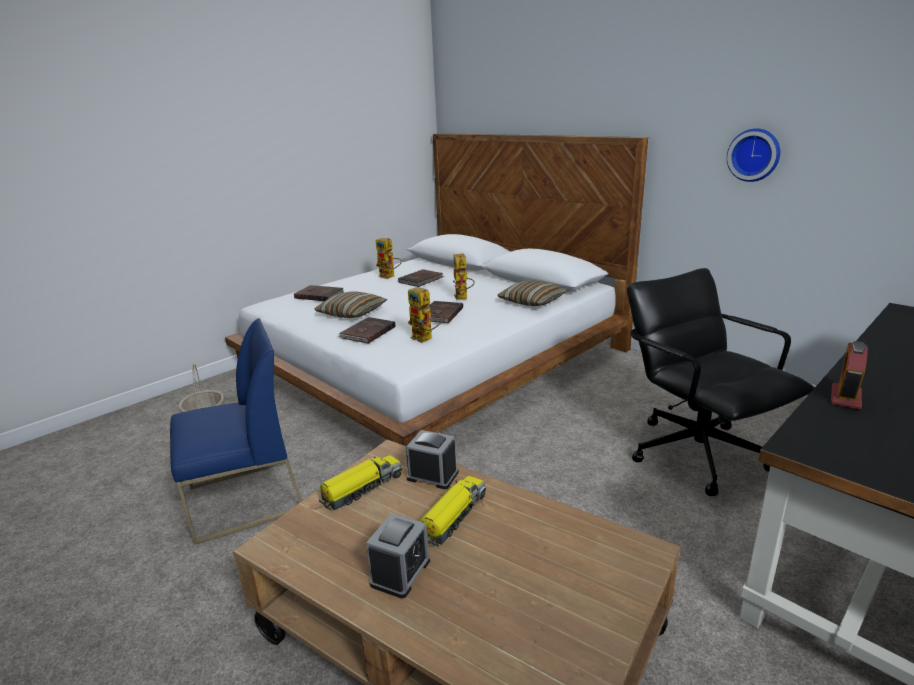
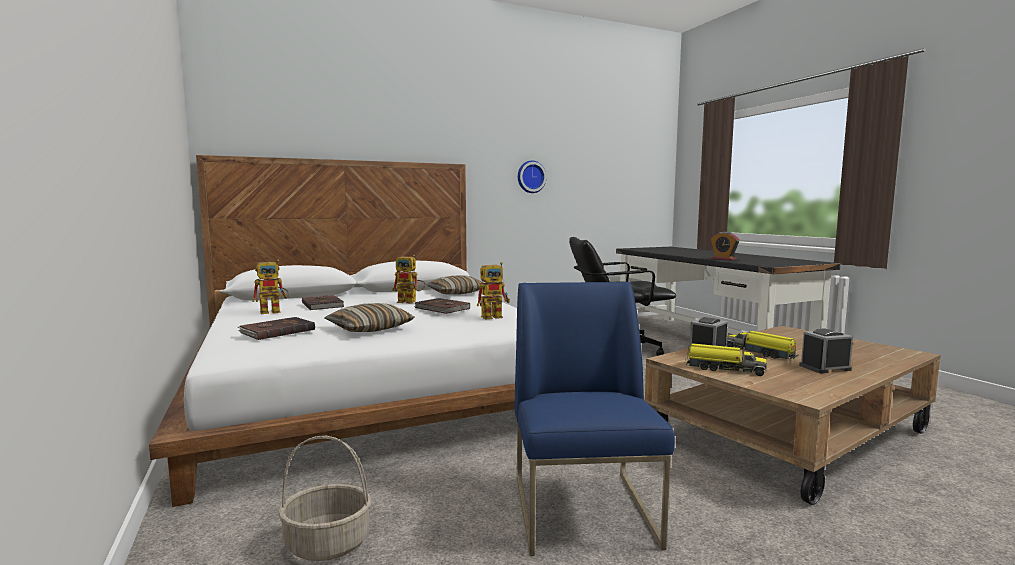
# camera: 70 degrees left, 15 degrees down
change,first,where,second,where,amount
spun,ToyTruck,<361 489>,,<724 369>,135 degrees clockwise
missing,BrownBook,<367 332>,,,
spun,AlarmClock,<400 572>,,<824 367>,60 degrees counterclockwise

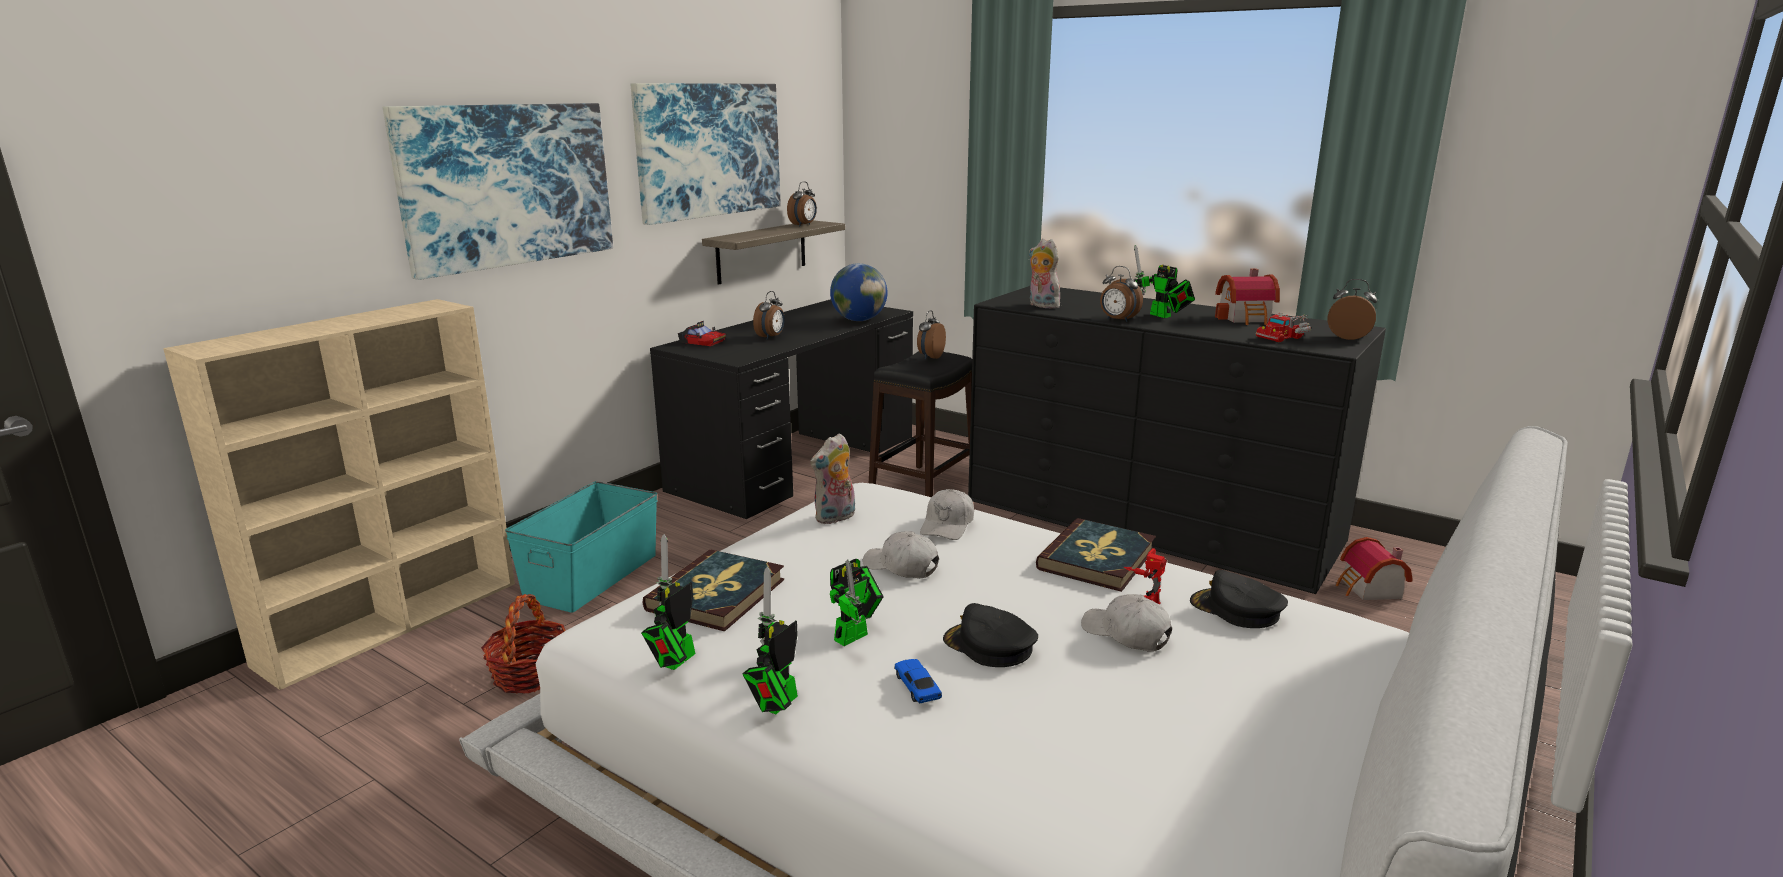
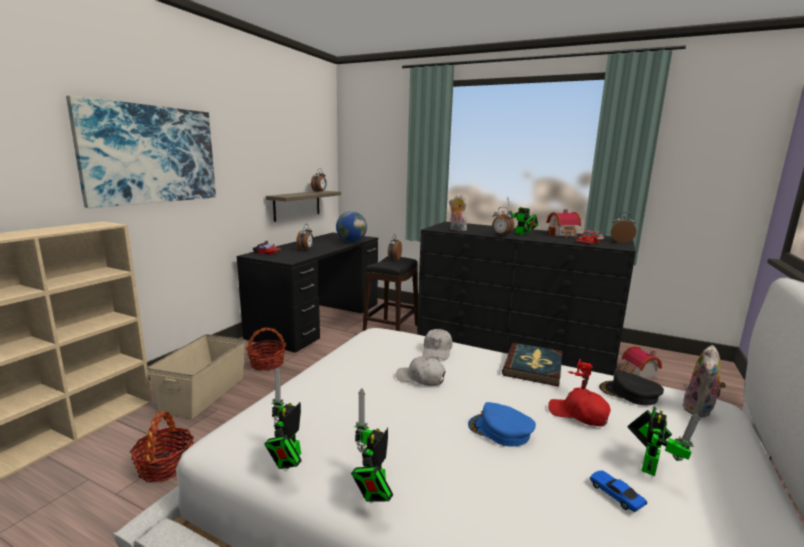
# camera: 10 degrees left, 5 degrees down
change,first,where,second,where,amount
colour,TurquoiseStorageBox,<591 576>,BeigeStorageBox,<203 393>,
missing,Picture,<709 150>,,,
missing,Book,<717 595>,,,
relocated,PlushToy,<835 518>,,<700 410>,
relocated,ToyRobot,<855 635>,,<650 464>,
relocated,ToyCar,<917 687>,,<615 495>,
colour,BlackCap,<989 646>,BlueCap,<500 430>,
colour,WhiteCap,<1126 634>,RedCap,<578 415>,
appeared,,,Basket,<267 363>,

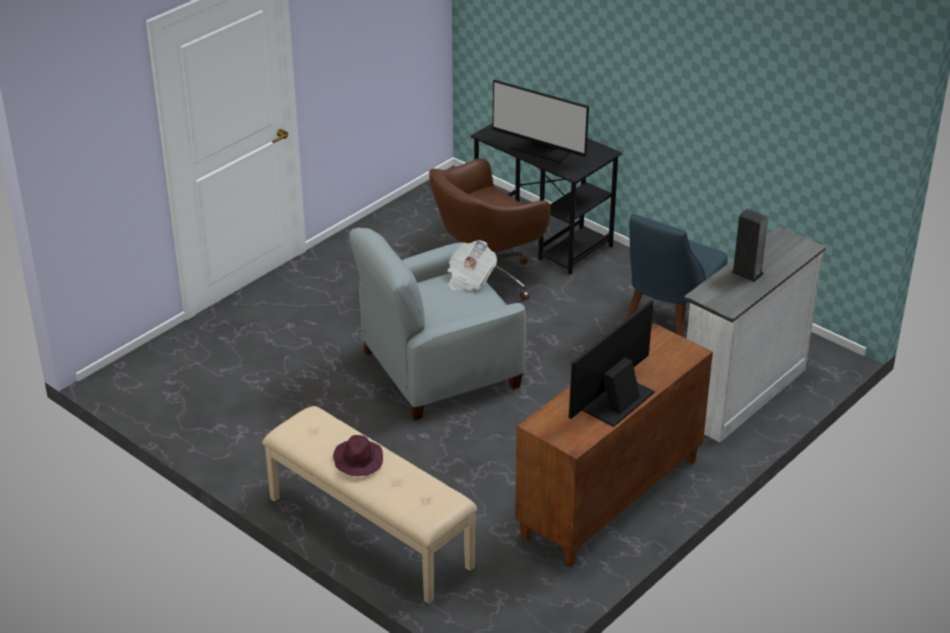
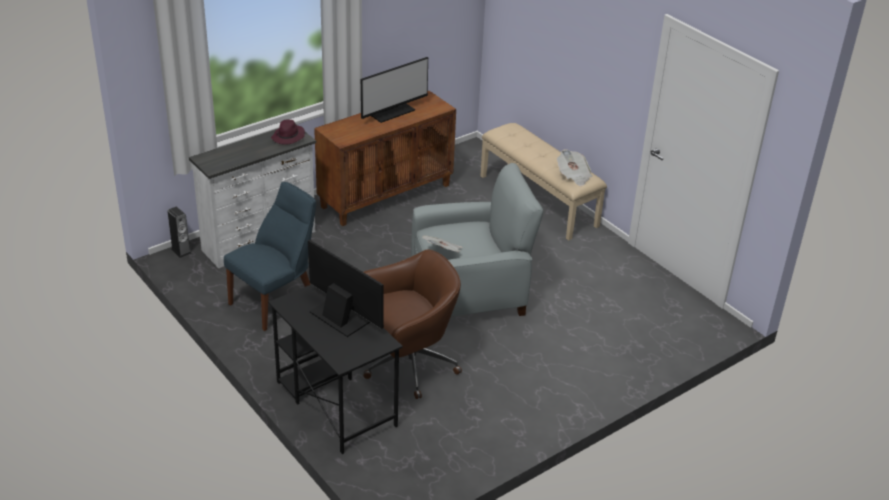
# camera: 170 degrees left, 0 degrees up
change,first,where,second,where,amount
relocated,PurpleHat,<358 460>,,<288 137>,
relocated,Speaker,<747 273>,,<181 251>,
appeared,,,Newspaper,<573 176>,

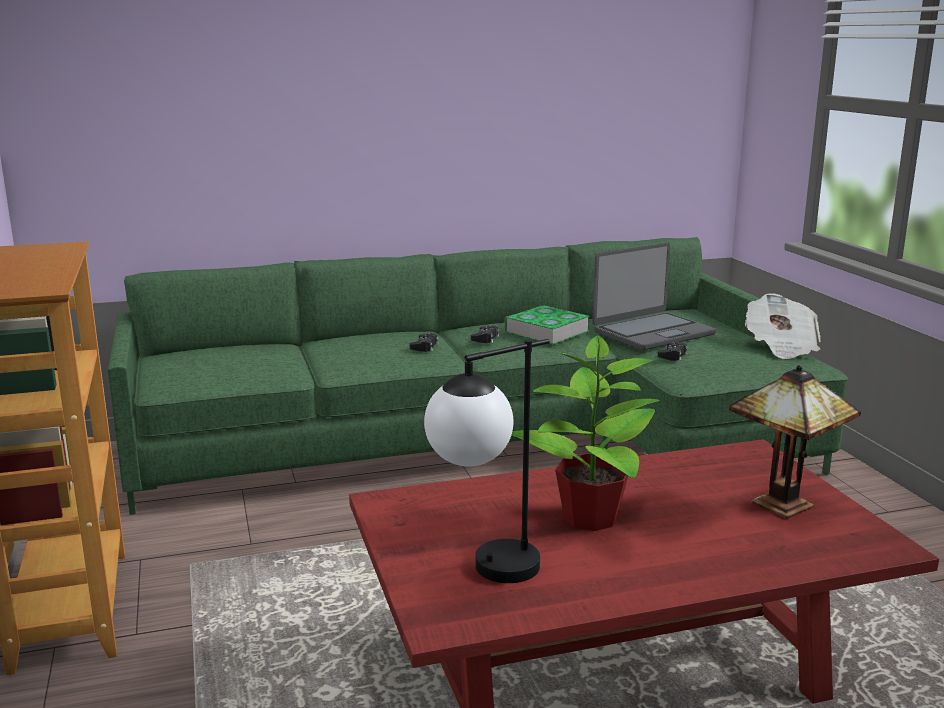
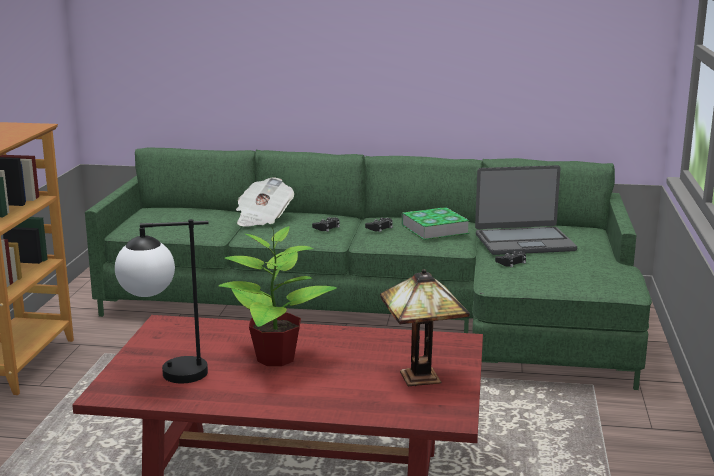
# camera: 25 degrees right, 0 degrees up
change,first,where,second,where,amount
relocated,Newspaper,<781 347>,,<262 218>,

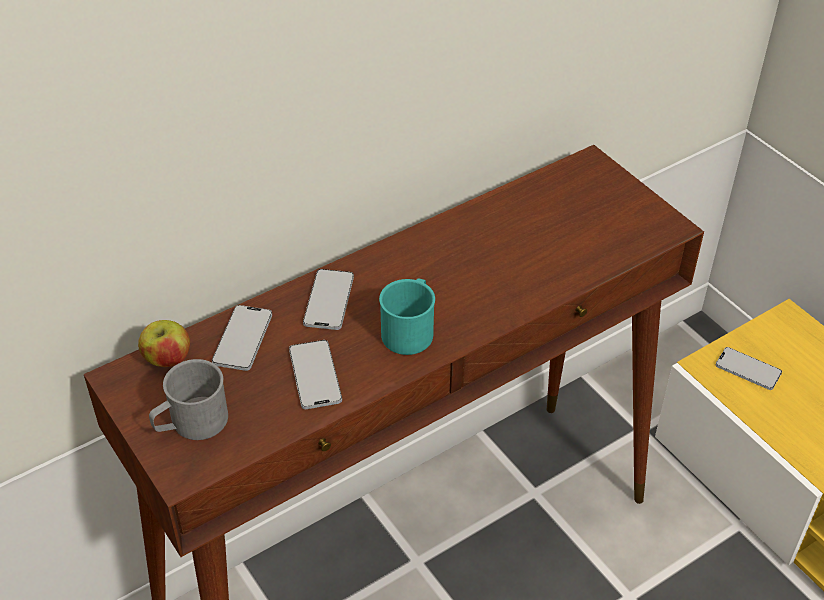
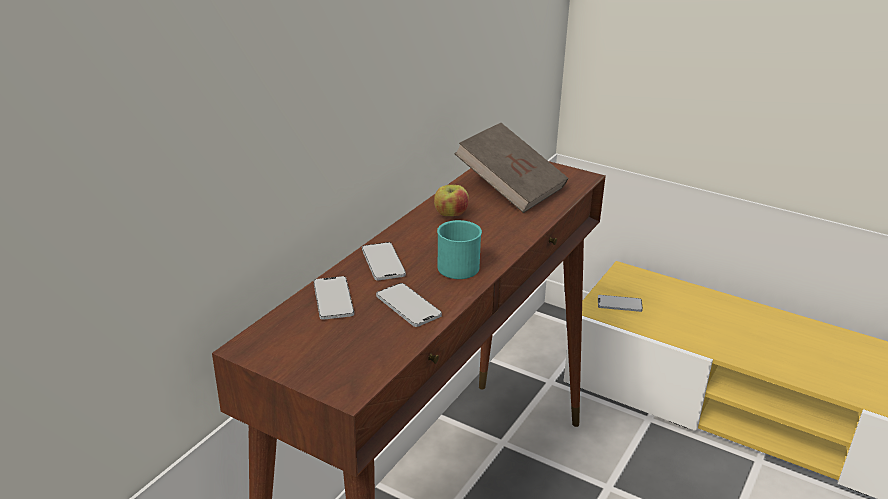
# camera: 25 degrees left, 15 degrees down
change,first,where,second,where,amount
relocated,Apple,<168 359>,,<451 215>,
missing,GreyMug,<191 423>,,,
appeared,,,BrownBook,<510 188>,

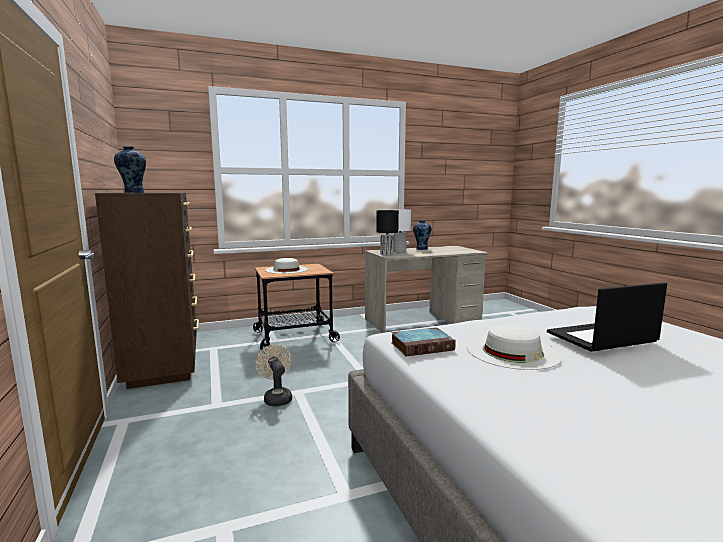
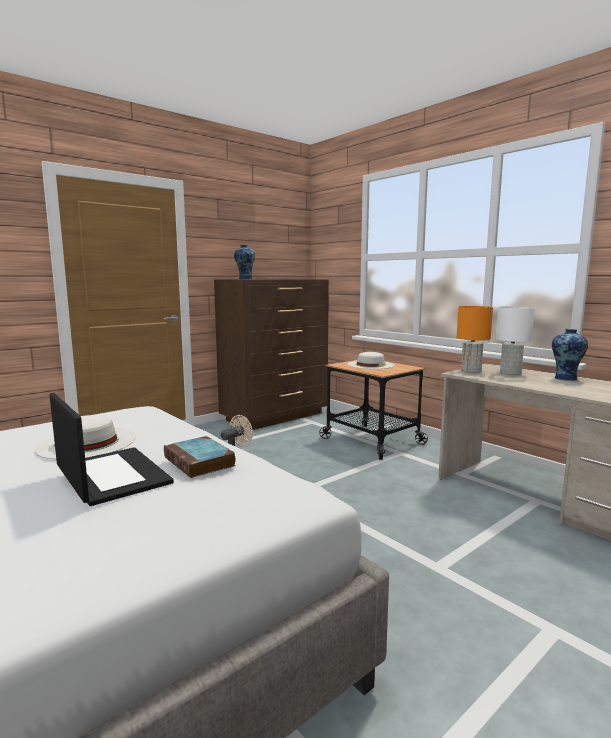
# camera: 70 degrees right, 0 degrees up
change,first,where,second,where,amount
colour,BlackTableLamp,<386 254>,OrangeTableLamp,<471 371>,
relocated,Book,<423 346>,,<200 462>,

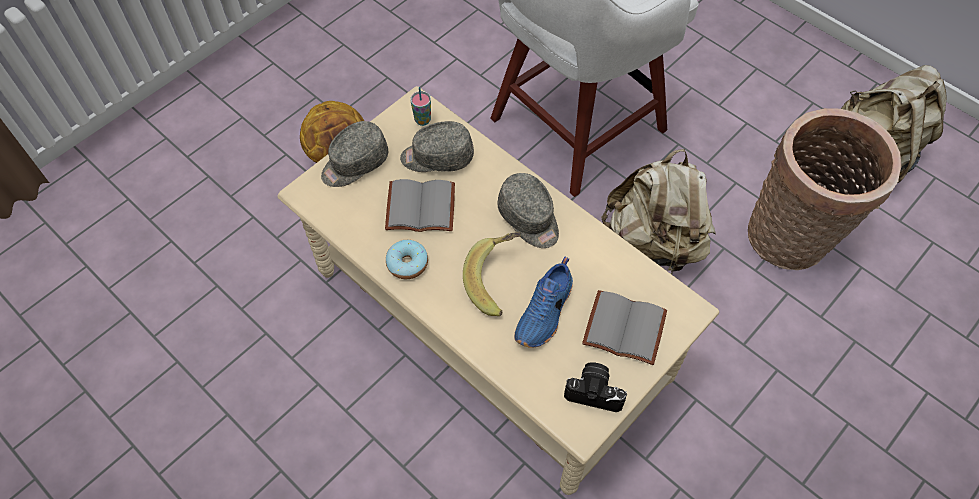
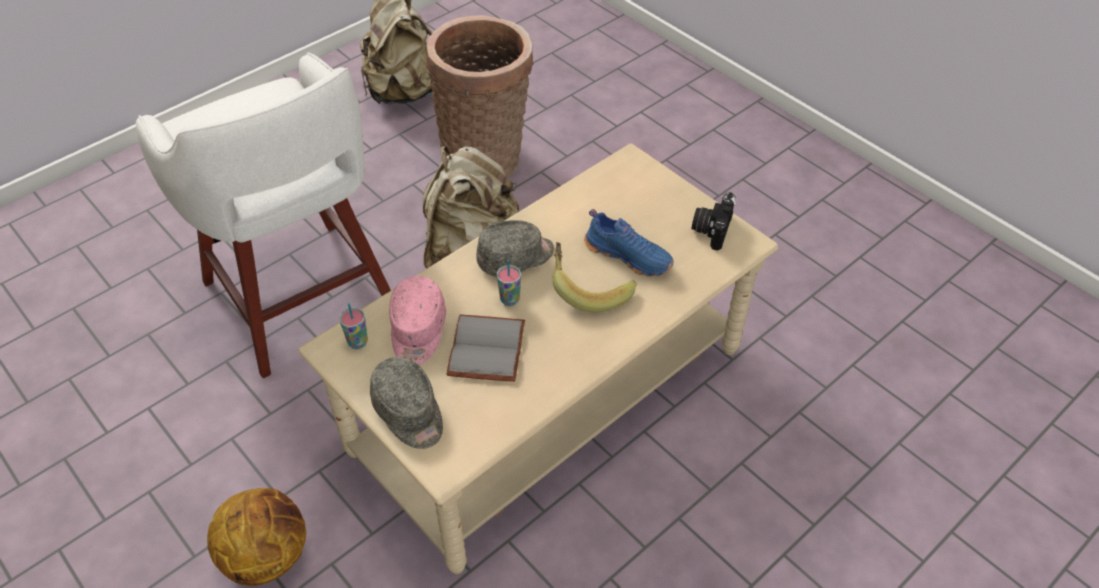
# camera: 85 degrees left, 10 degrees down
change,first,where,second,where,amount
missing,Donut,<407 264>,,,
colour,GreyCap,<437 157>,PinkCap,<417 331>,
missing,GreyBook,<622 330>,,,
appeared,,,Cup,<510 300>,

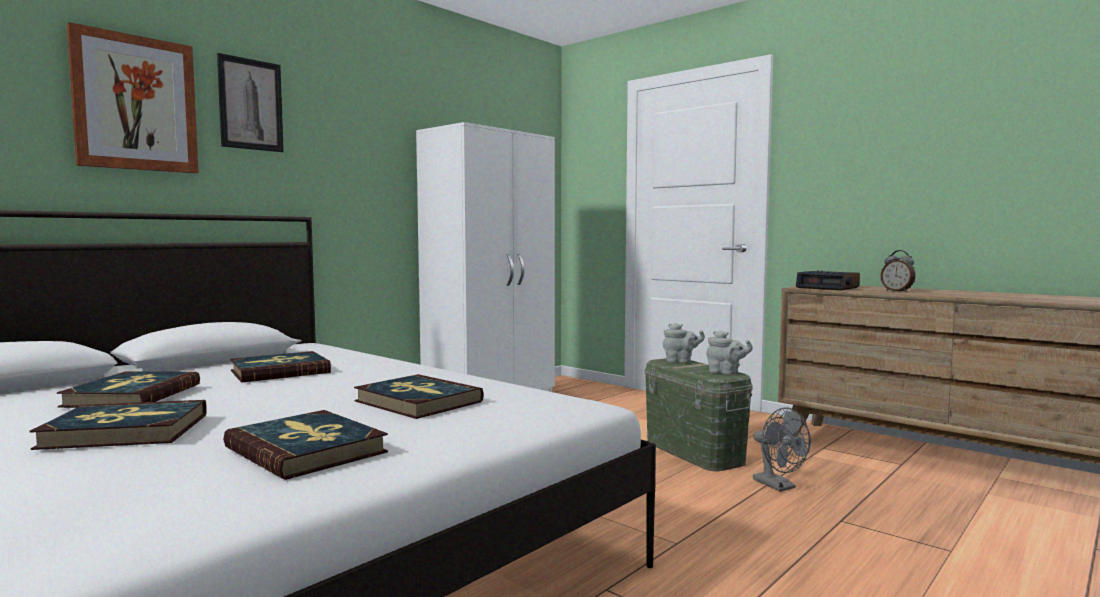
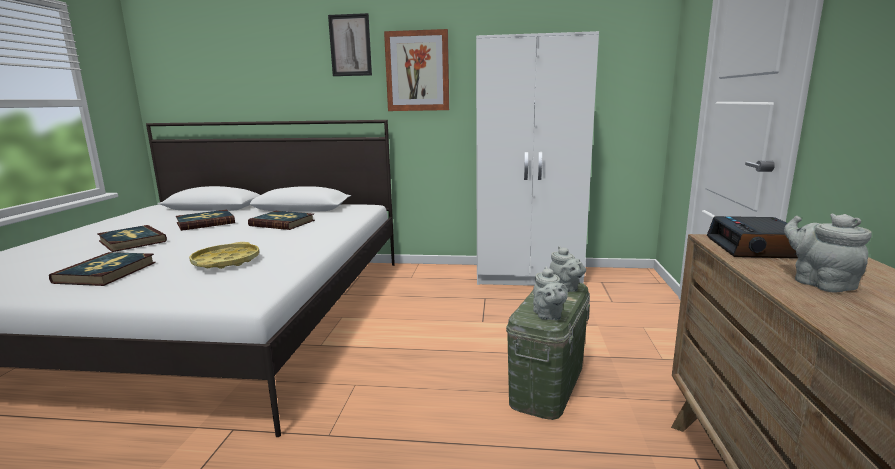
# camera: 55 degrees right, 10 degrees up
change,first,where,second,where,amount
relocated,Picture,<135 103>,,<417 71>,
exchanged,Book,<417 401>,YellowTray,<226 261>,
missing,GreyFan,<779 486>,,,
exchanged,AlarmClock,<897 291>,GreyTeapot,<819 283>,

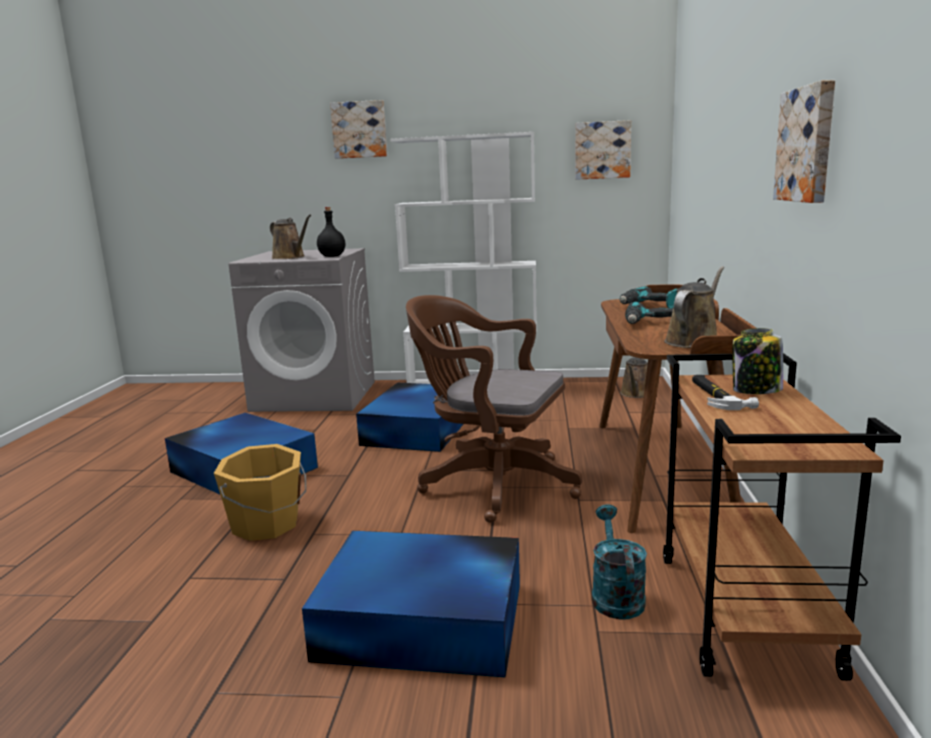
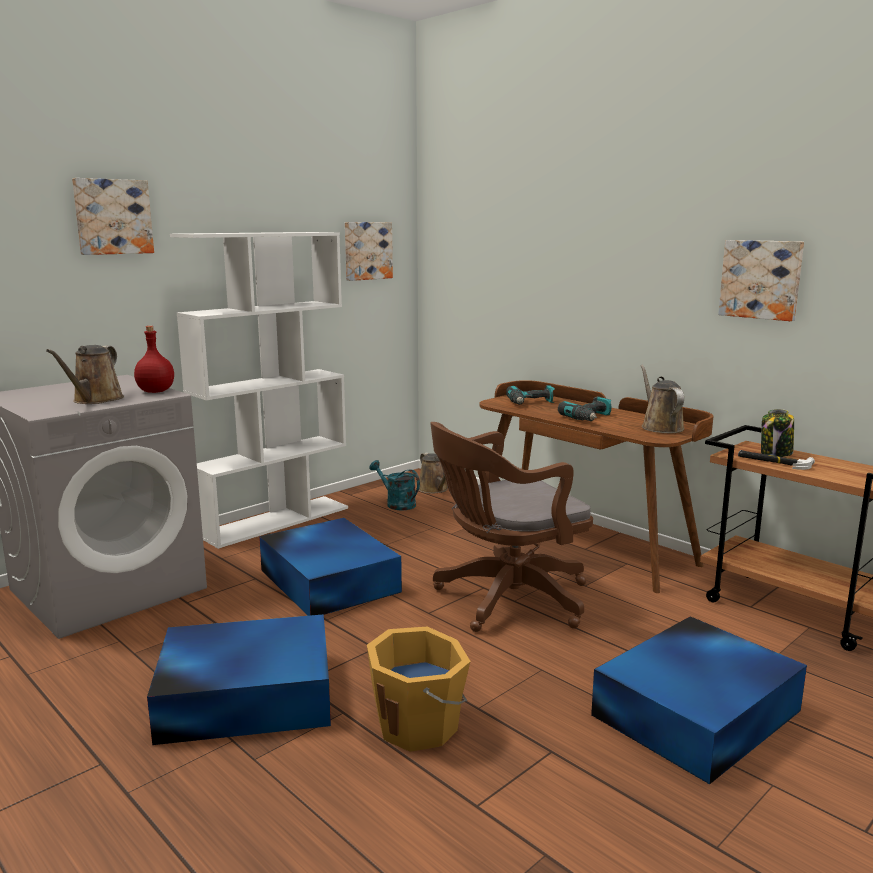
# camera: 50 degrees left, 0 degrees up
change,first,where,second,where,amount
spun,BrownWateringCan,<290 257>,,<95 400>,105 degrees clockwise
colour,BlackBottle,<332 256>,RedBottle,<155 391>,
relocated,TurquoiseWateringCan,<615 595>,,<396 504>,

